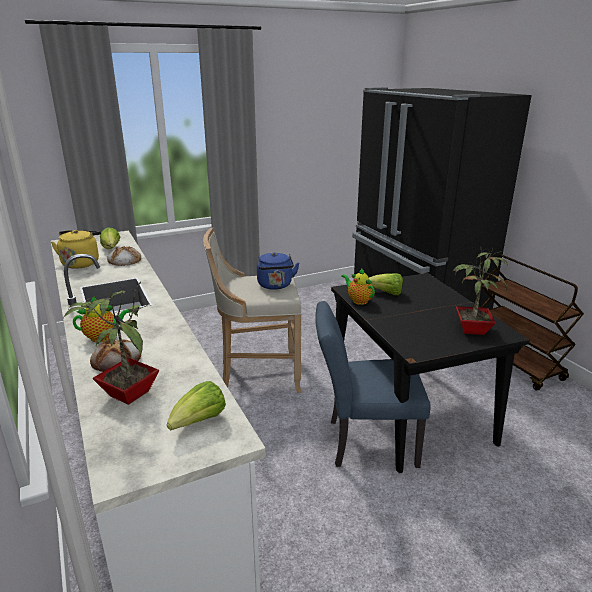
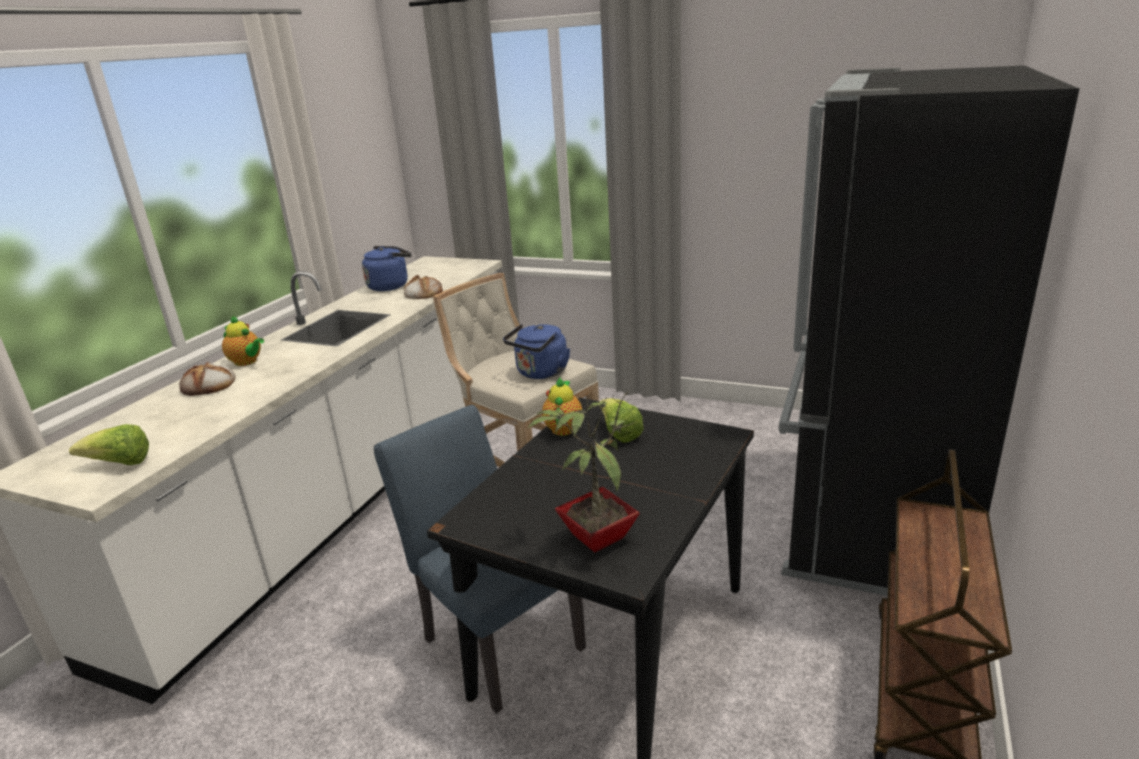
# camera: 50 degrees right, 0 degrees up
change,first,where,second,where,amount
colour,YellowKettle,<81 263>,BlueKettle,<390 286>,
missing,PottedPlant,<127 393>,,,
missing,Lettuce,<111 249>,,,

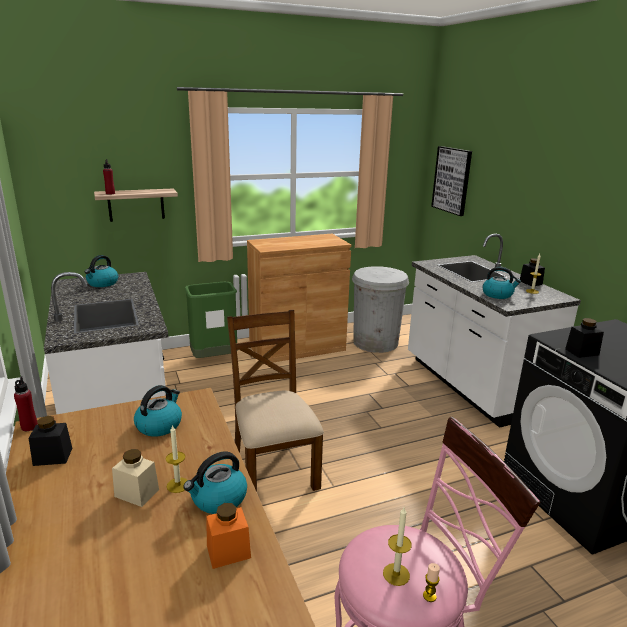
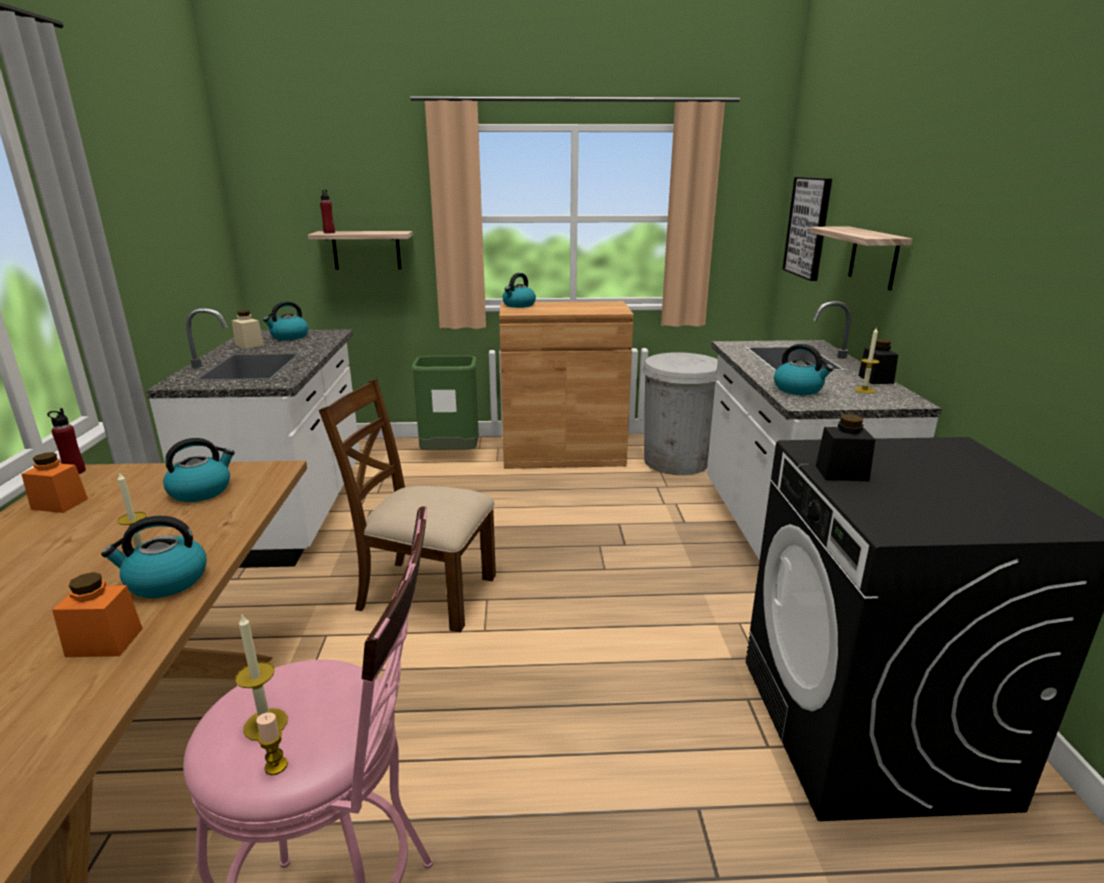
# camera: 20 degrees right, 0 degrees up
change,first,where,second,where,amount
colour,BlackJar,<53 456>,OrangeJar,<59 504>,
relocated,BeigeJar,<137 493>,,<249 344>,
spun,BrownChair,<273 468>,,<425 592>,75 degrees counterclockwise
appeared,,,Kettle,<518 305>,
appeared,,,Shelf,<873 257>,

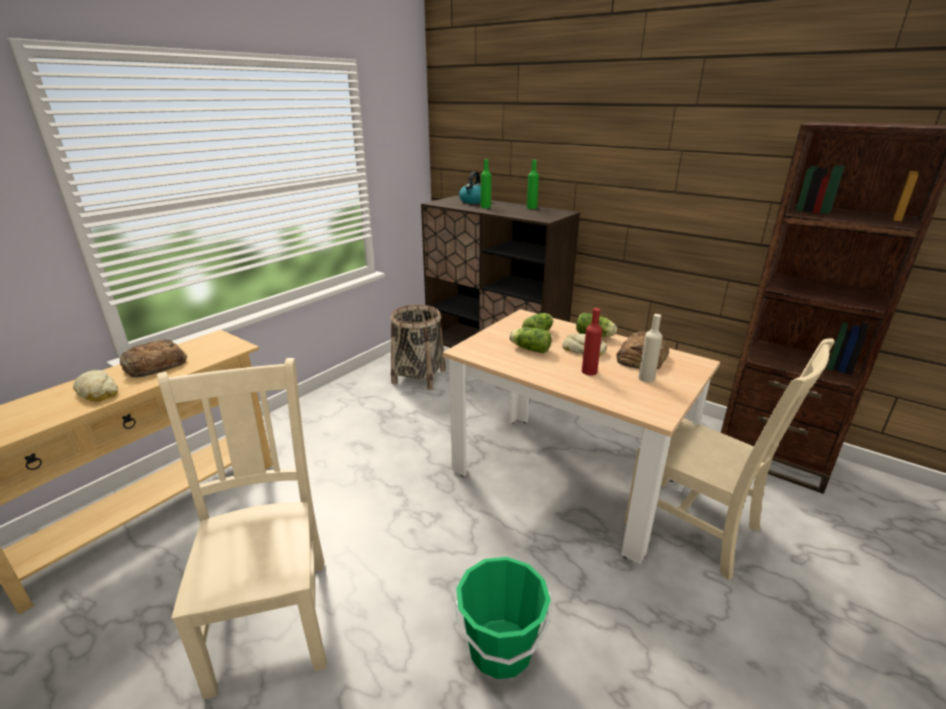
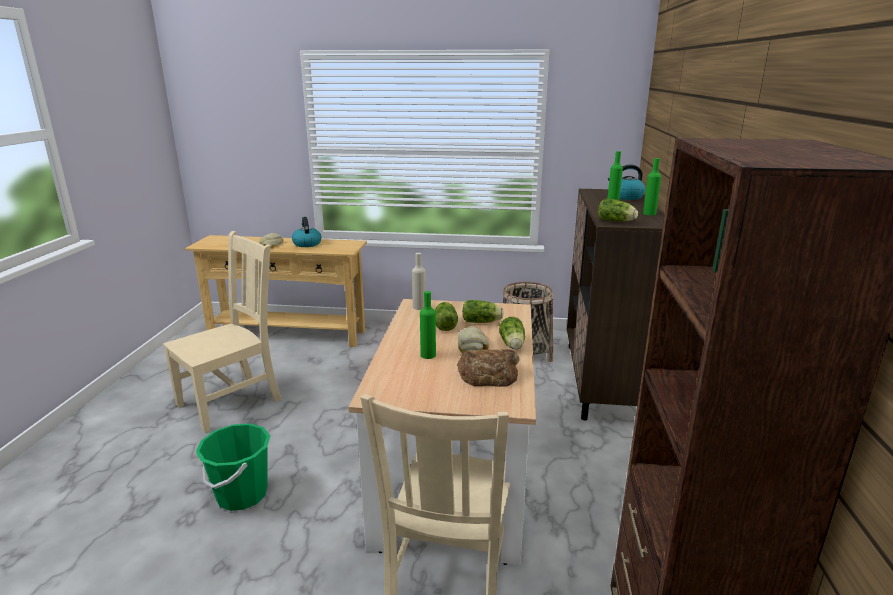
# camera: 60 degrees right, 5 degrees down
change,first,where,second,where,amount
exchanged,Bread,<154 365>,Kettle,<307 244>,
colour,RedBottle,<589 371>,GreenBottle,<428 355>,
relocated,BeigeBottle,<646 378>,,<419 307>,
appeared,,,Lettuce,<617 221>,

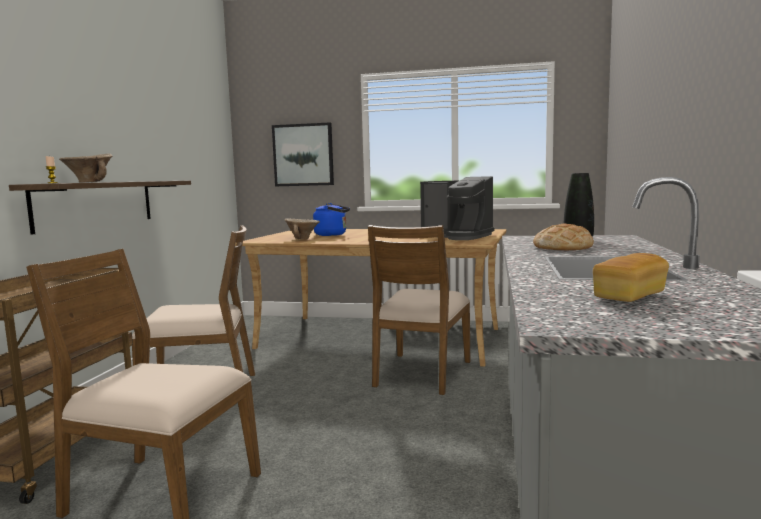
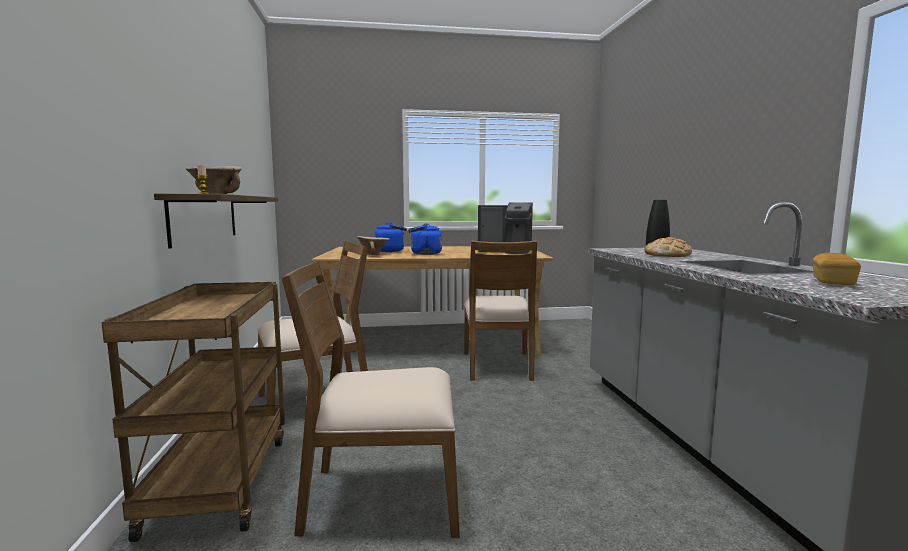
# camera: 20 degrees left, 0 degrees up
change,first,where,second,where,amount
missing,Picture,<303 155>,,,
appeared,,,BlueKettle,<424 254>,

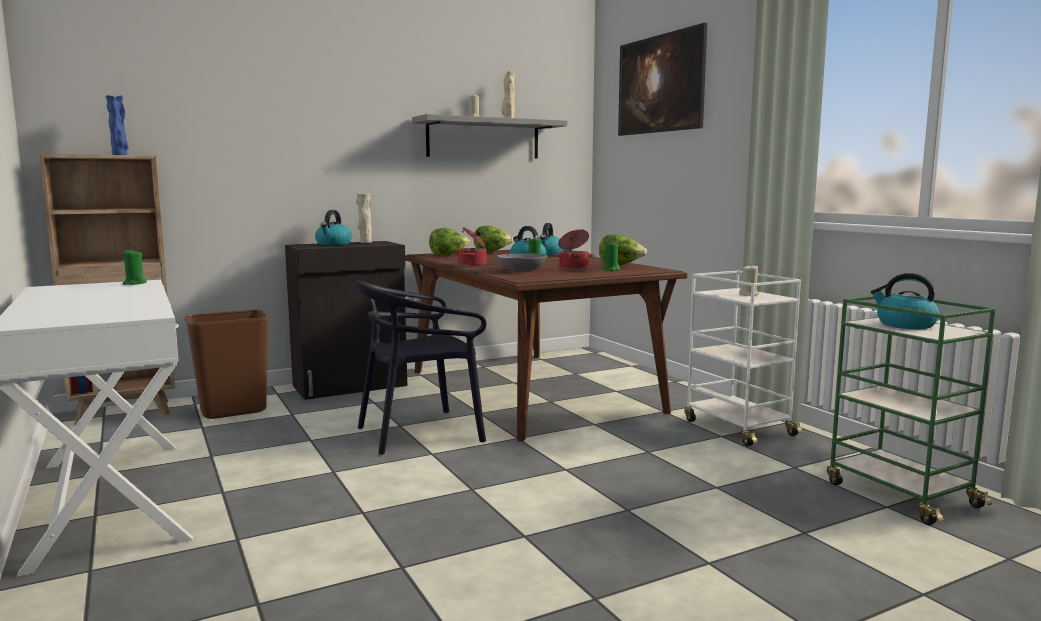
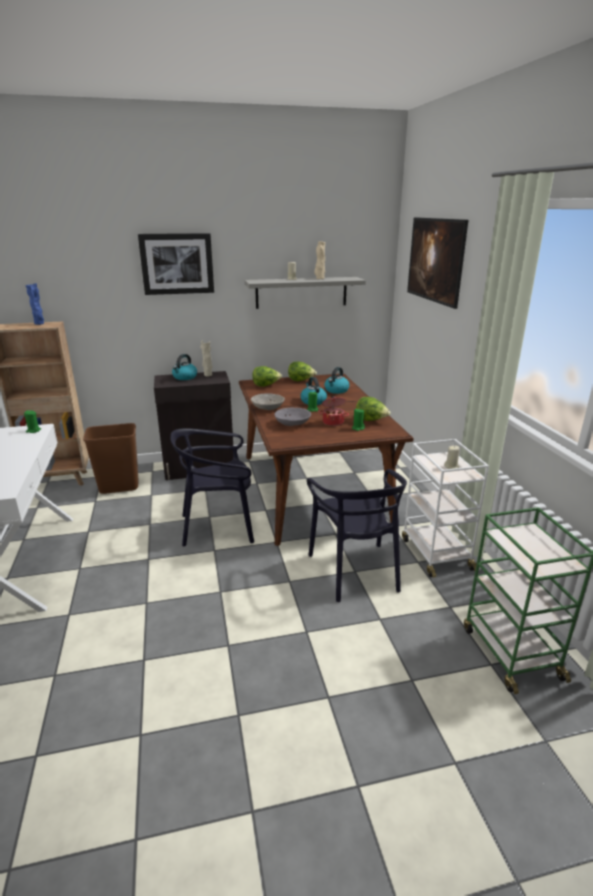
# camera: 15 degrees right, 15 degrees up
change,first,where,second,where,amount
exchanged,CookingPot,<473 265>,GreyBowl,<268 408>,
missing,Kettle,<905 325>,,,
appeared,,,Picture,<177 264>,
appeared,,,BlackChair,<355 571>,

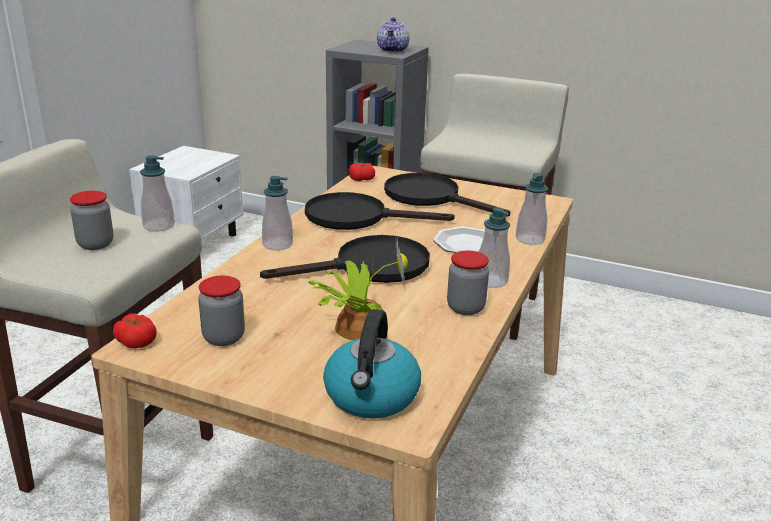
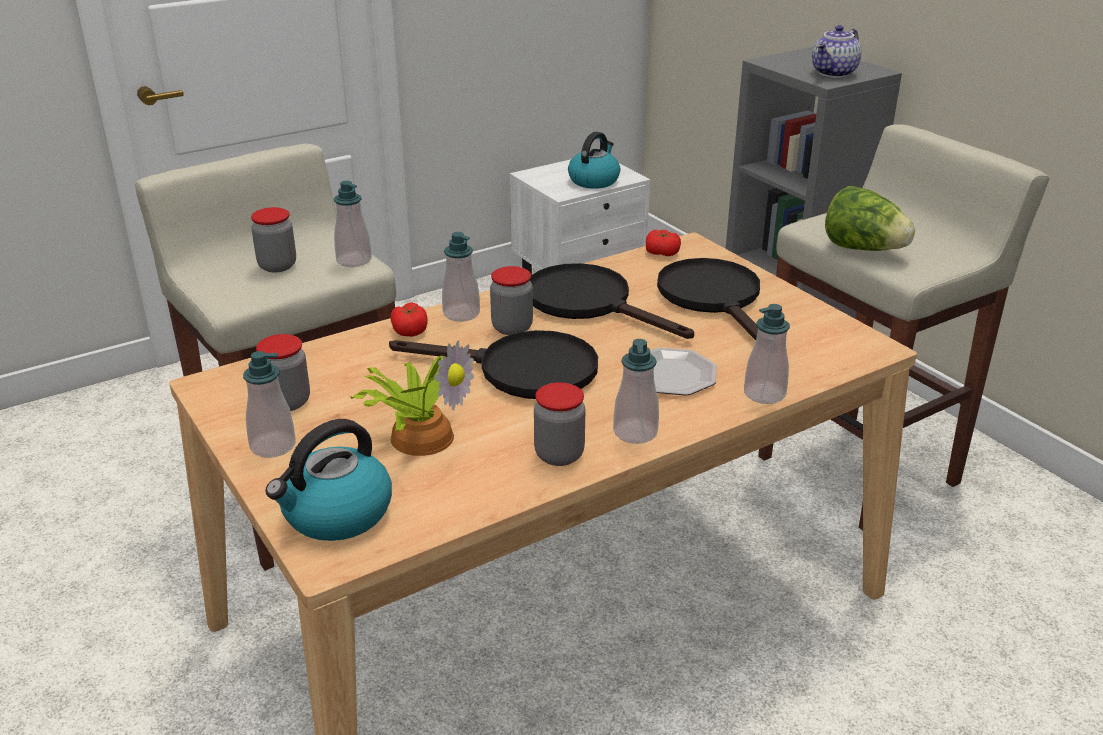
# camera: 35 degrees right, 5 degrees up
change,first,where,second,where,amount
relocated,Tomato,<136 341>,,<410 330>,
appeared,,,SoapDispenser,<273 446>,
appeared,,,Jar,<512 328>,
appeared,,,Kettle,<594 180>,
appeared,,,Lettuce,<863 249>,

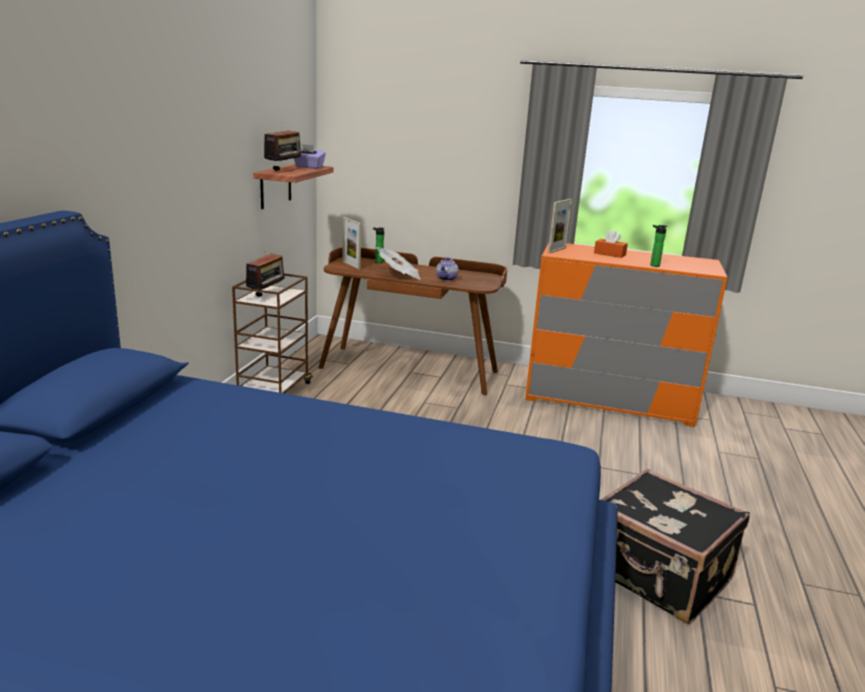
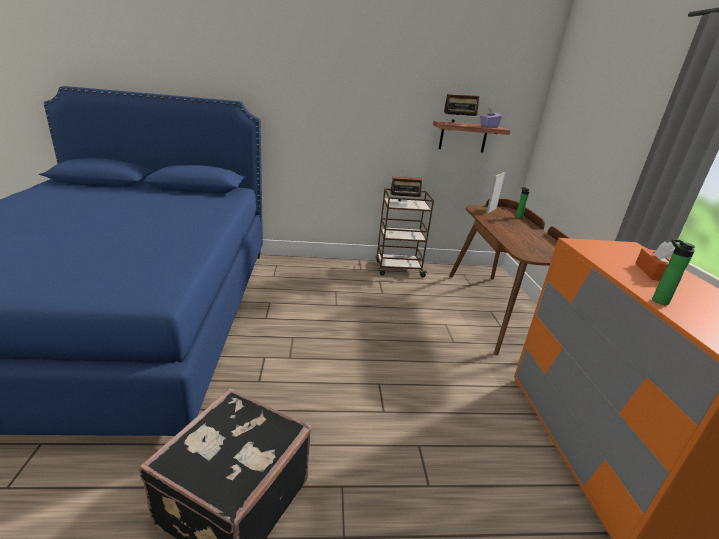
# camera: 70 degrees right, 5 degrees up
change,first,where,second,where,amount
missing,Newspaper,<399 275>,,,
missing,Teapot,<447 279>,,,
missing,PictureFrame,<557 250>,,,

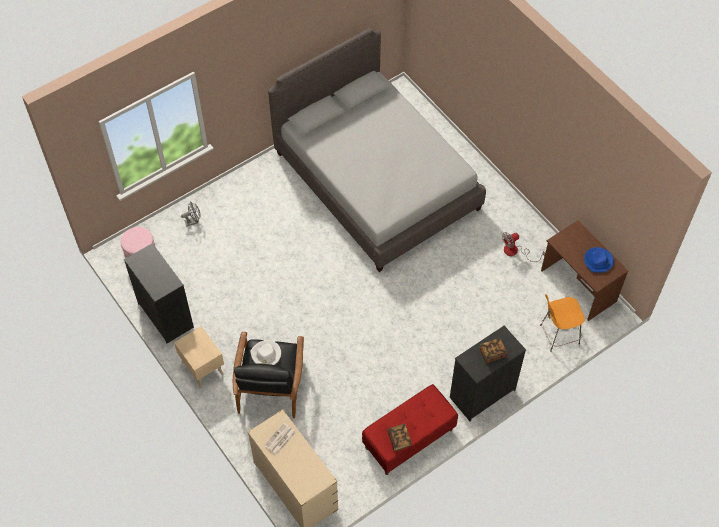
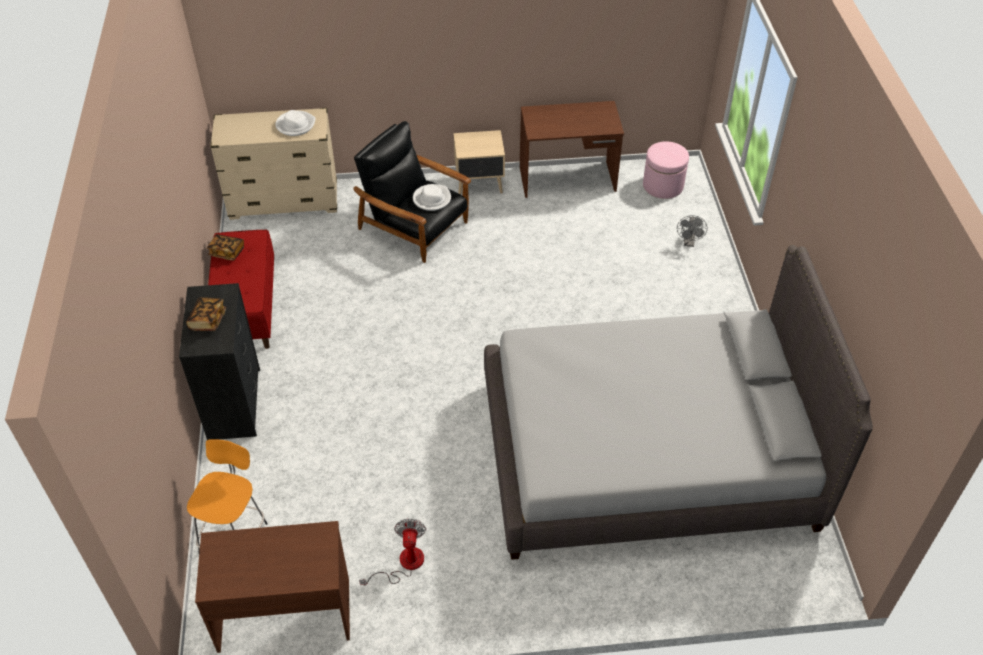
# camera: 120 degrees right, 10 degrees down
change,first,where,second,where,amount
exchanged,BlackDresser,<166 315>,BrownDesk,<568 179>,
exchanged,Newspaper,<280 439>,WhiteHat,<295 125>,
missing,BlueHat,<598 261>,,,

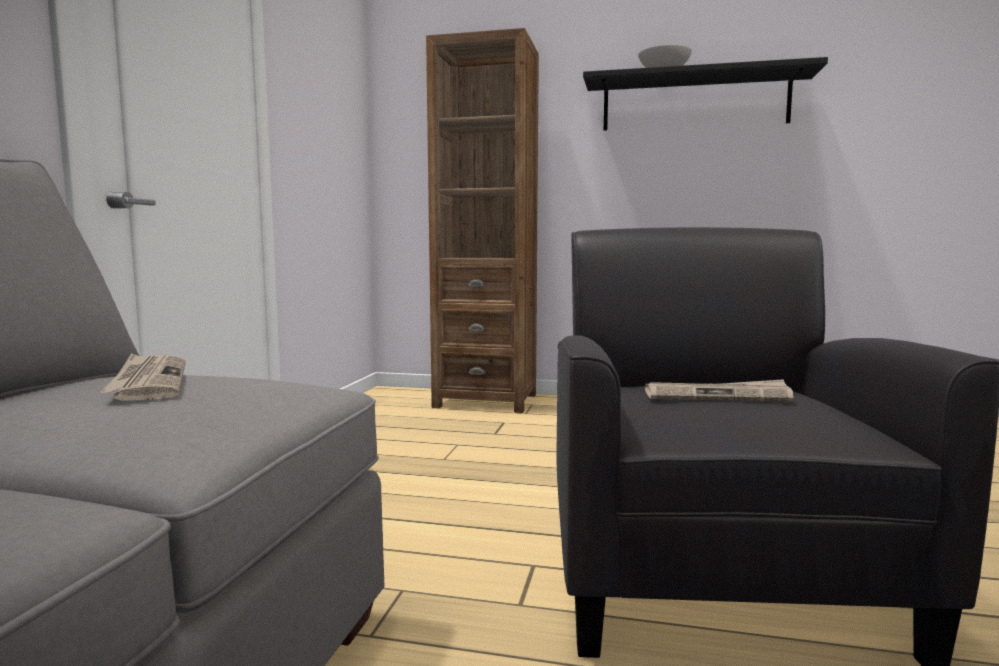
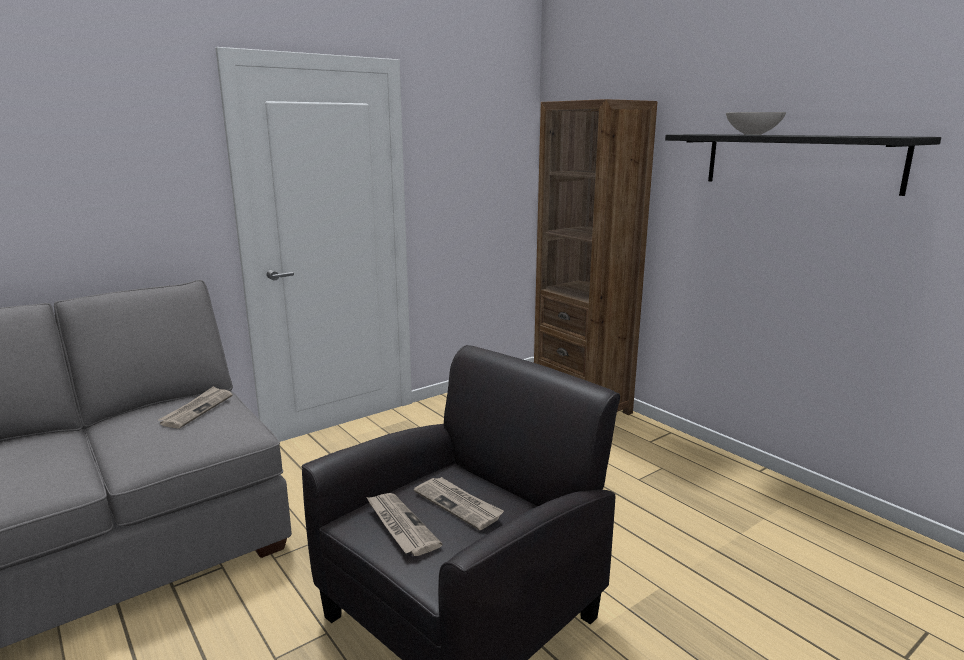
# camera: 40 degrees right, 10 degrees up
change,first,where,second,where,amount
appeared,,,Newspaper,<400 525>,

